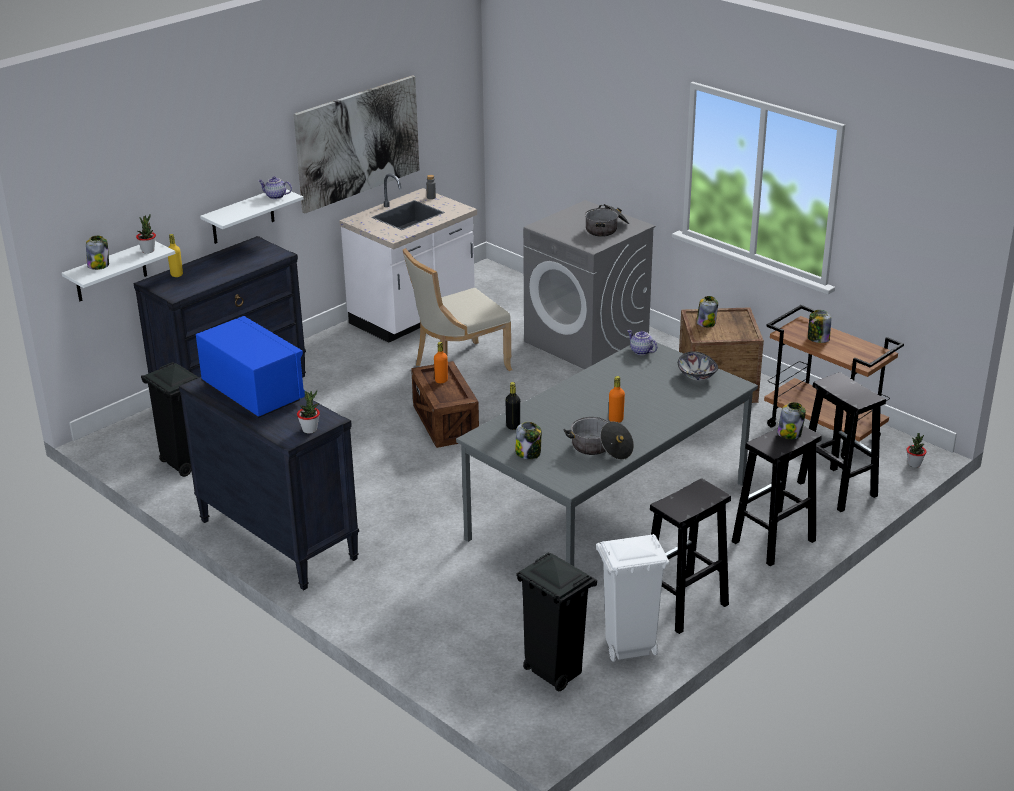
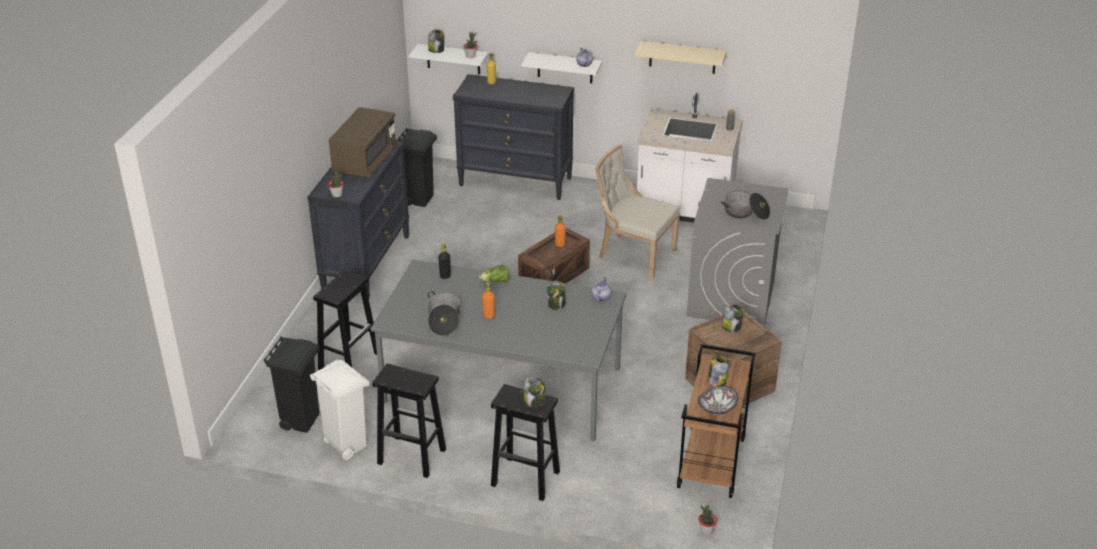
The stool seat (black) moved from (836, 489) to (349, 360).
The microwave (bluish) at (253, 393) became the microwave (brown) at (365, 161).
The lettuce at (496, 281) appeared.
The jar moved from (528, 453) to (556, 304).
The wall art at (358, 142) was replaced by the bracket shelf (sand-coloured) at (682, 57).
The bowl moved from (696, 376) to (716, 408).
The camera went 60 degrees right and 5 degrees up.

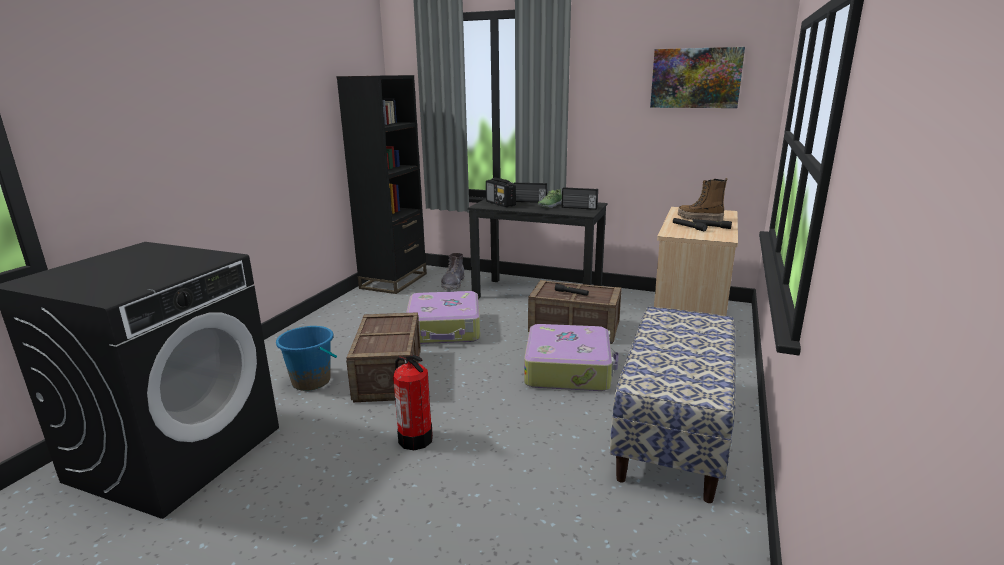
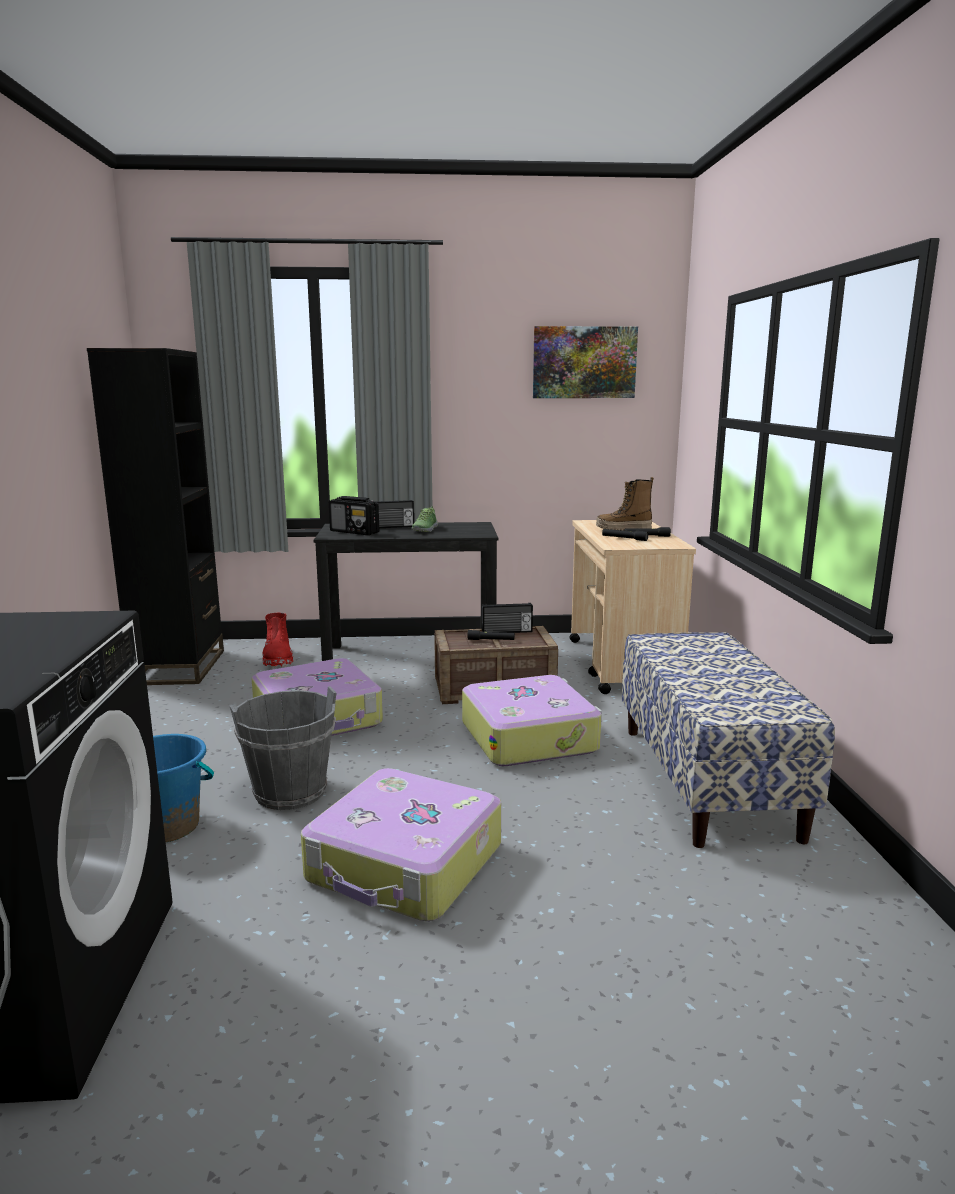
The crate at (389, 375) was replaced by the pail (gray) at (290, 792).
The boot (gray) at (453, 284) became the boot (red) at (278, 659).
The fire-fighting cylinder at (415, 439) was replaced by the piece of luggage at (405, 865).
The radio set moved from (579, 208) to (507, 631).
The camera went 25 degrees left and 5 degrees down.

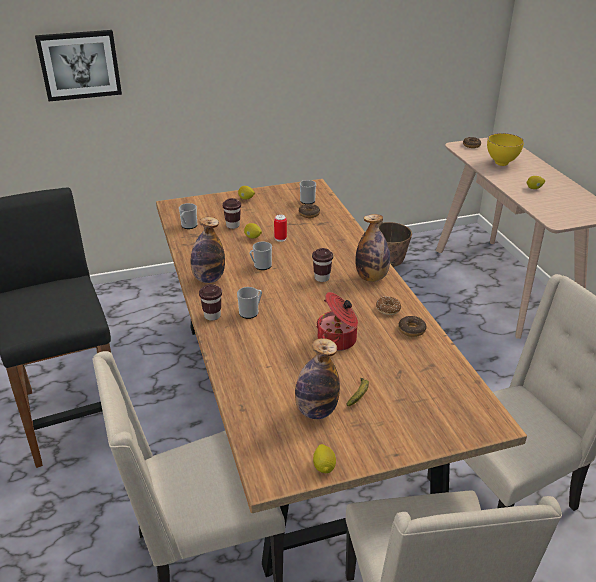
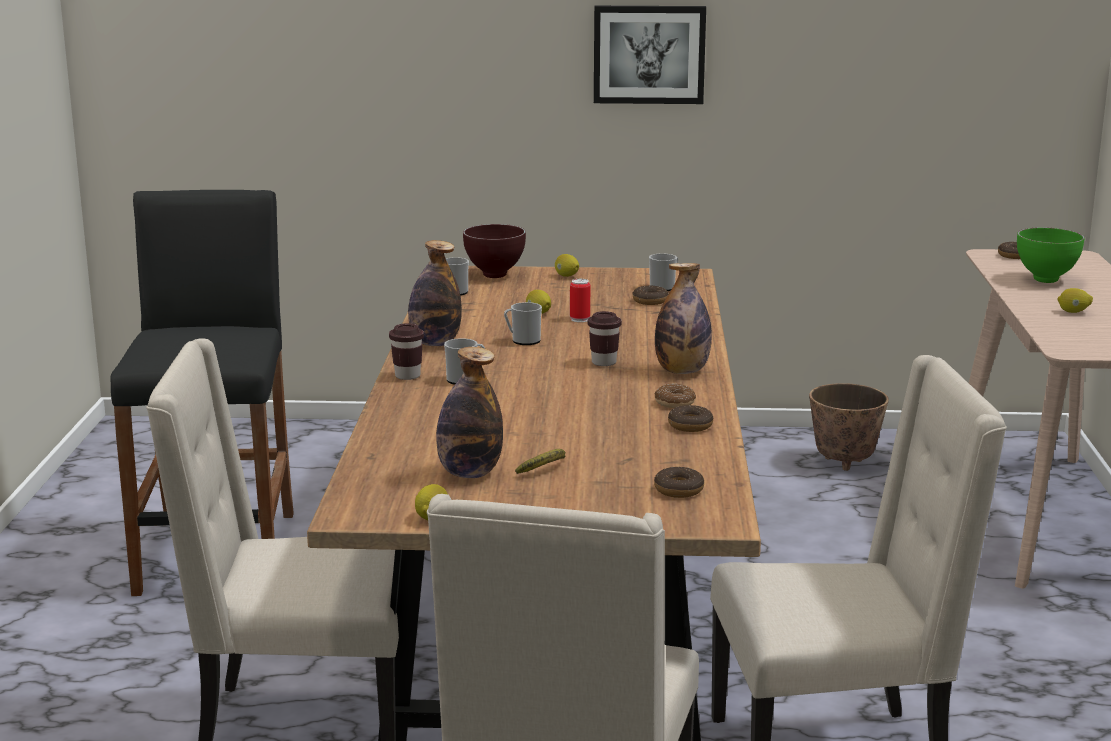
The bowl (brown) at (493, 275) appeared.
The wall art moved from (79, 65) to (649, 54).
The doughnut at (678, 490) appeared.
The bowl (yellow-coloured) at (501, 164) became the bowl (green-coloured) at (1044, 280).
The small cup (brown) at (233, 225) disappeared.
The saucepot at (338, 340) disappeared.
The camera went 20 degrees right and 15 degrees down.

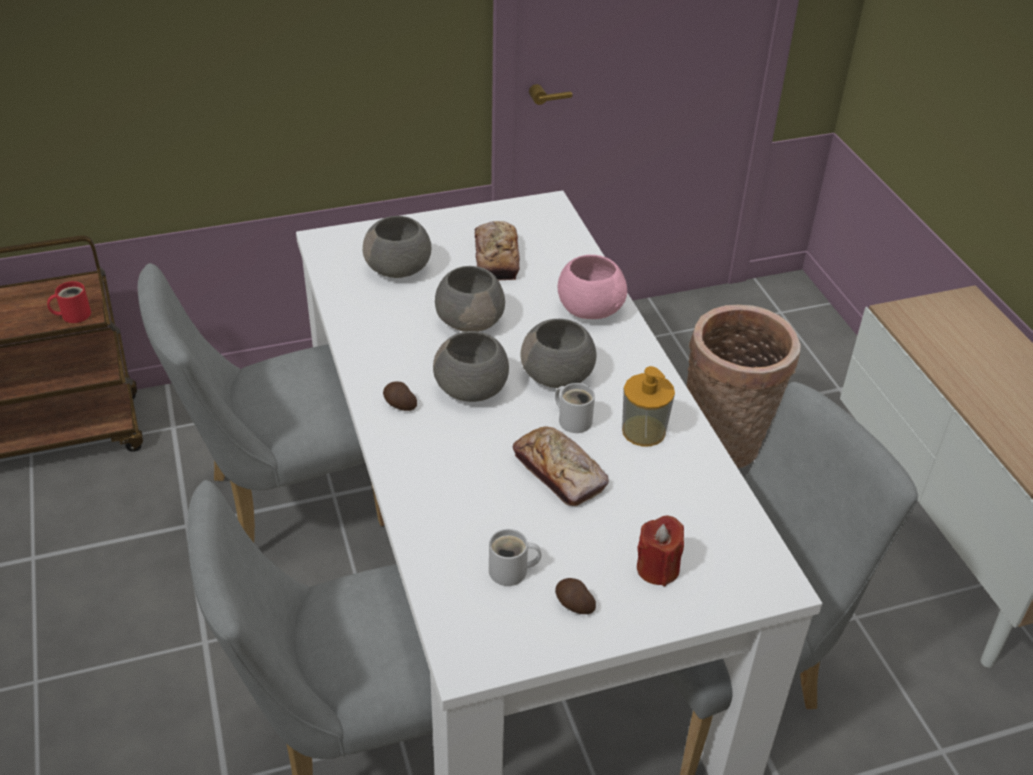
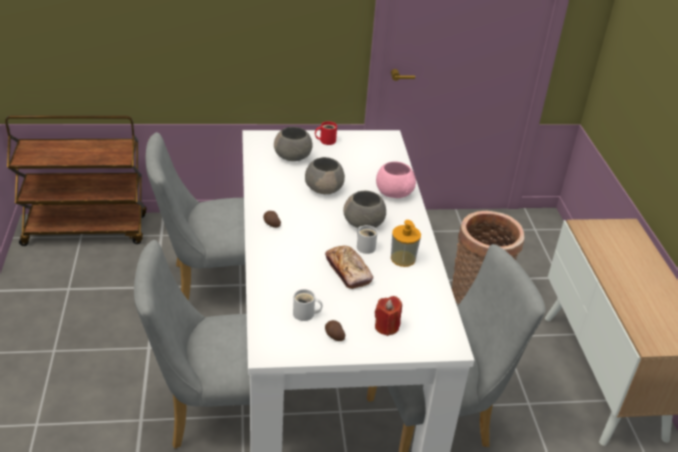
The mug (red) moved from (73, 314) to (326, 140).
The bowl (gray) at (472, 389) disappeared.
The bakery bread at (496, 258) disappeared.
The camera went 10 degrees right and 5 degrees down.

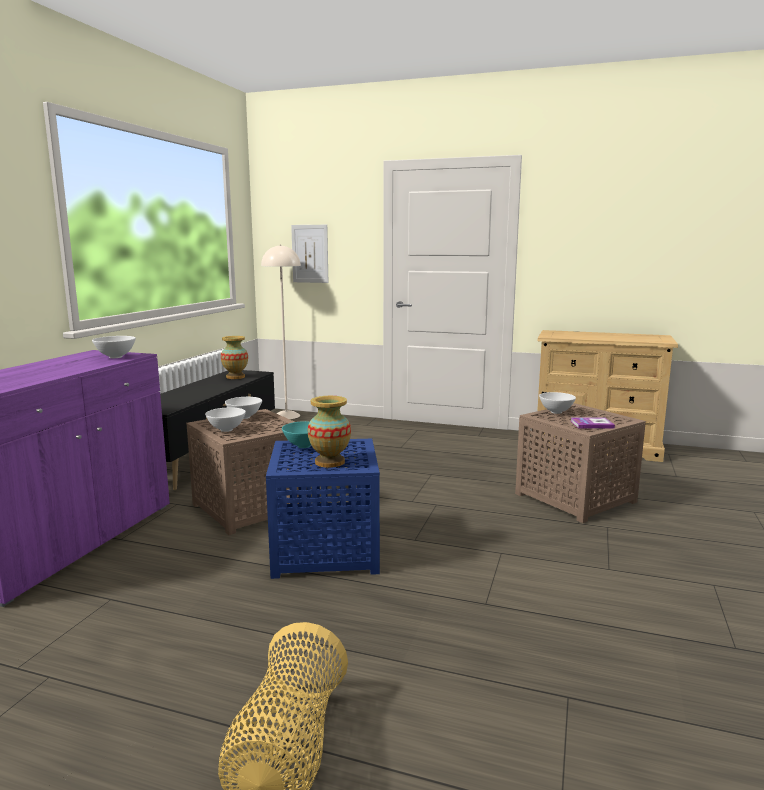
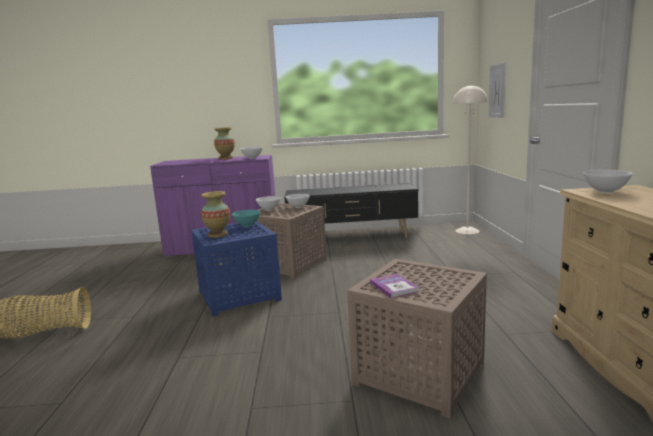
The flower vase moved from (235, 377) to (226, 158).
The bowl (white) moved from (556, 412) to (606, 192).
The camera went 70 degrees right and 0 degrees up.

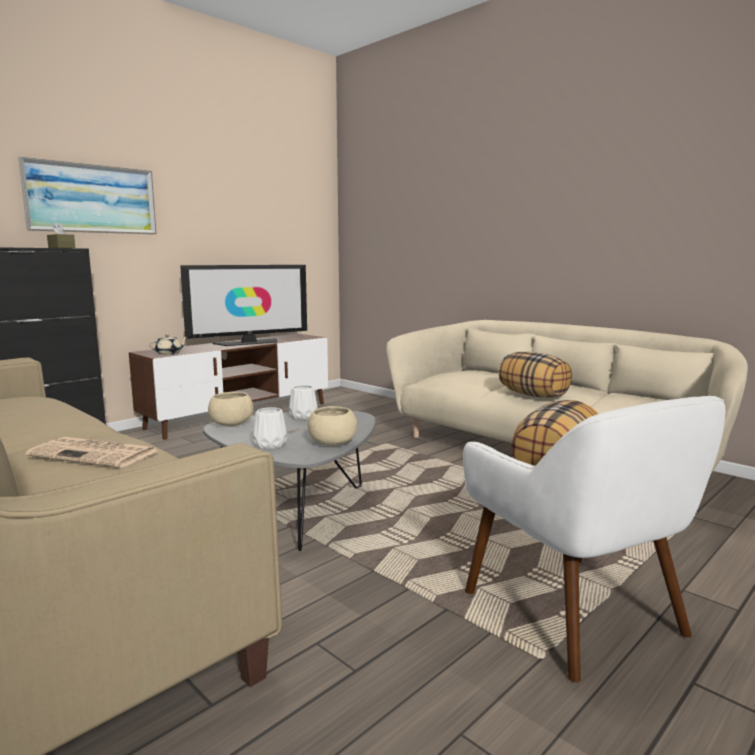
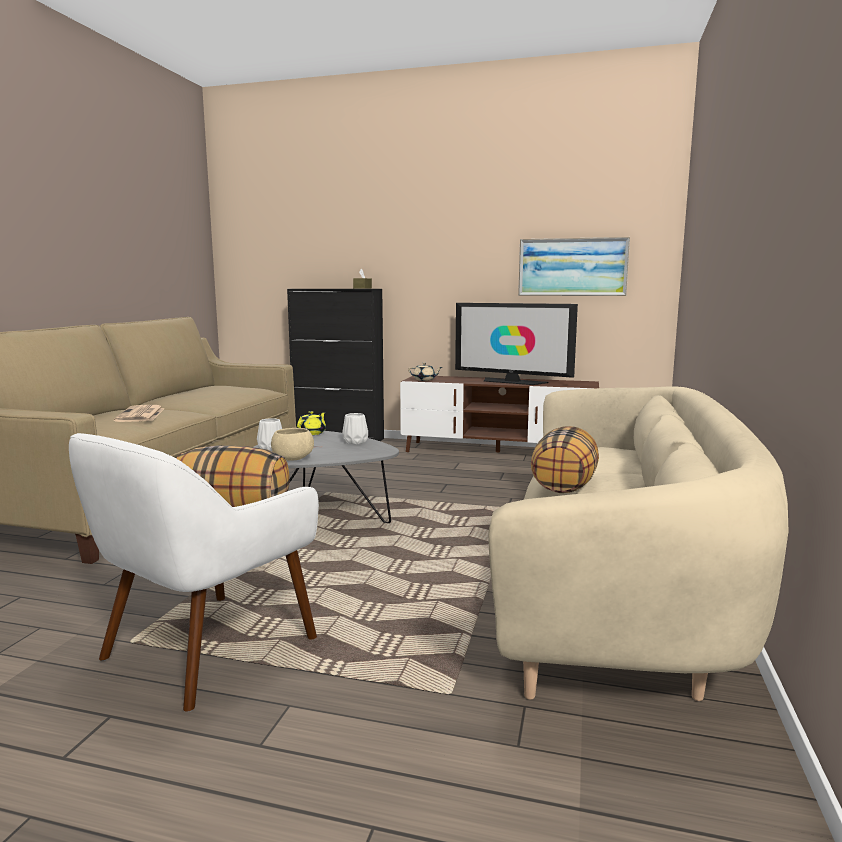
The bowl (sand-coloured) at (231, 424) was replaced by the teapot (yellow-coloured) at (312, 433).
The wall art moved from (92, 199) to (572, 267).
The camera went 60 degrees right and 0 degrees up.

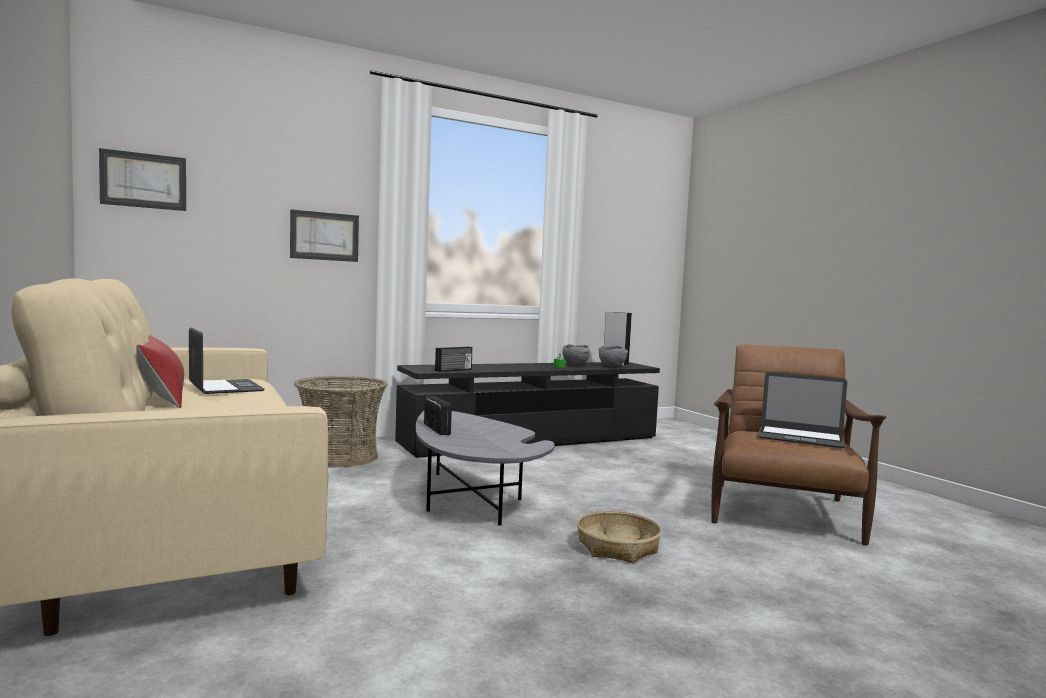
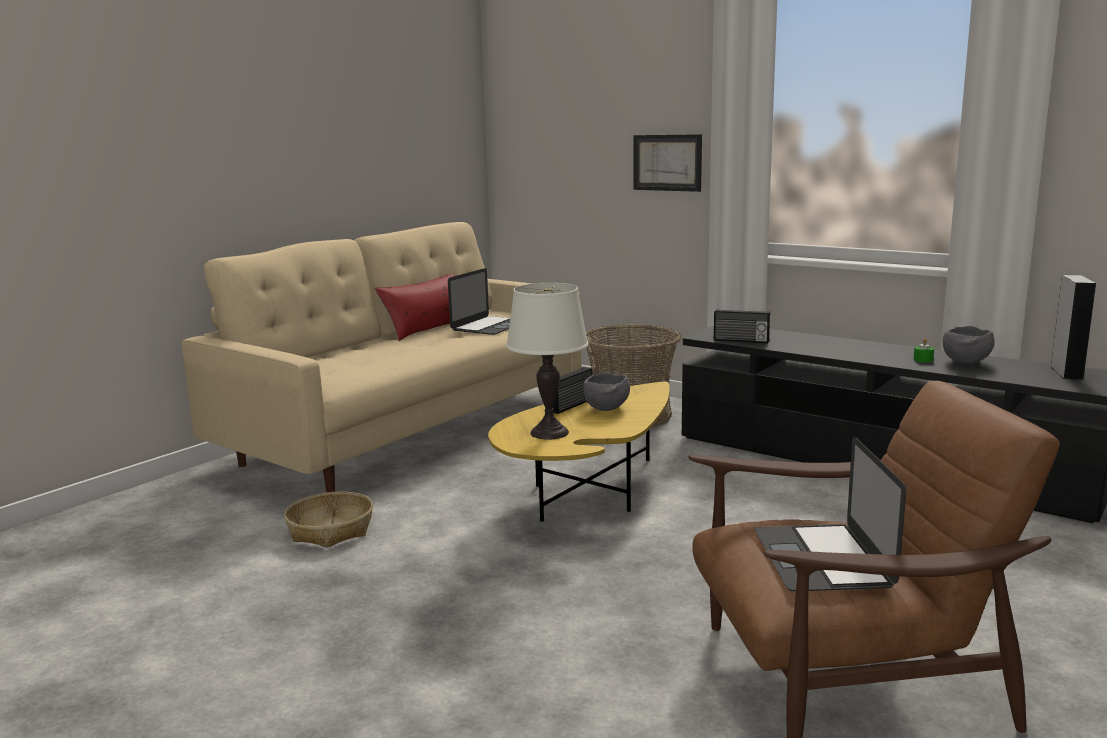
The household basket moved from (617, 547) to (331, 530).
The coffee table (gray) at (469, 501) became the coffee table (yellow-coloured) at (588, 493).
The tabletop lamp (white) at (549, 433) appeared.
The bowl (gray) moved from (612, 366) to (607, 409).
The wall art at (144, 180) disappeared.
The camera went 65 degrees right and 10 degrees up.

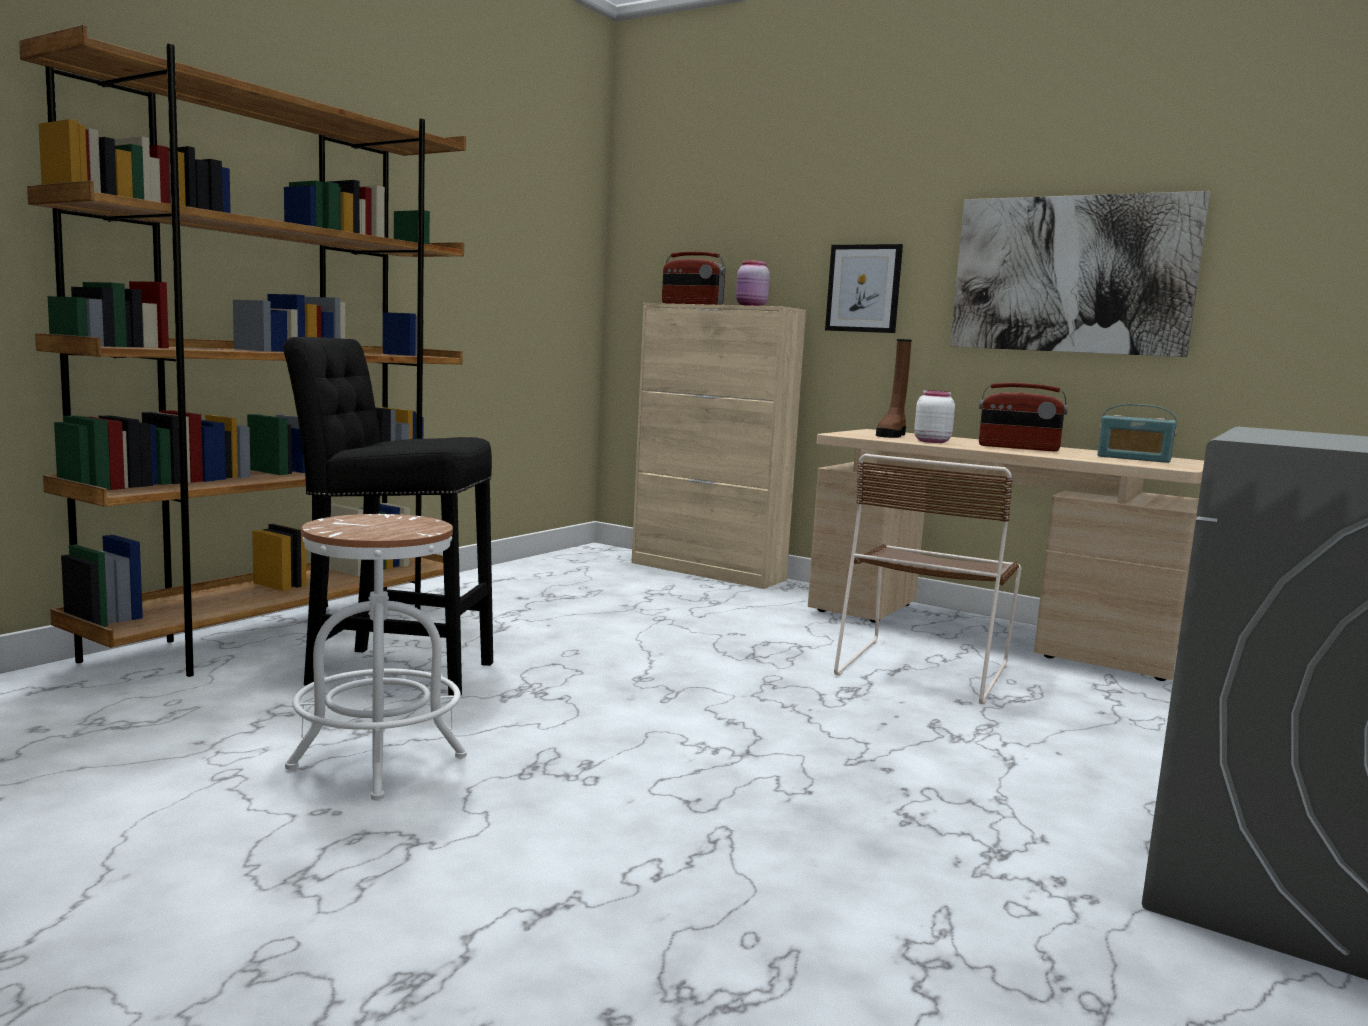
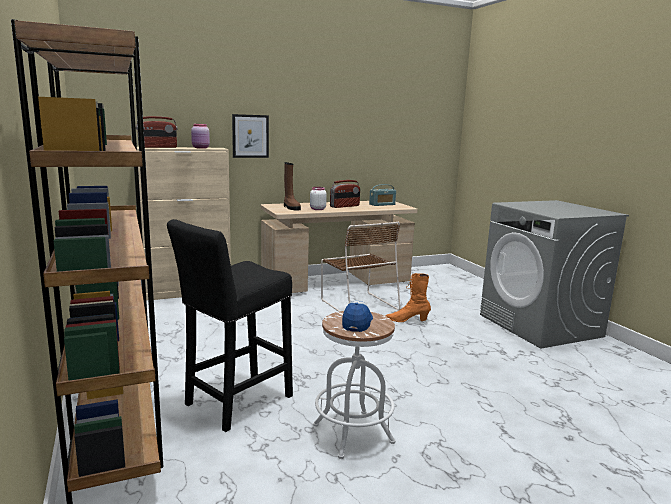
The baseball cap at (357, 322) appeared.
The boot (orange) at (407, 320) appeared.
The wall art at (1071, 274) disappeared.
The camera went 55 degrees left and 5 degrees up.

